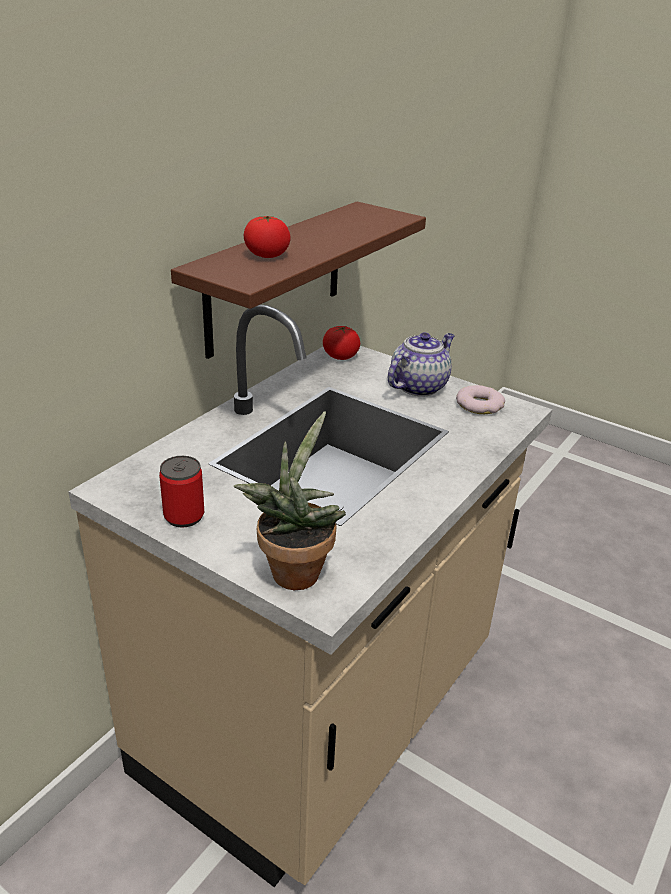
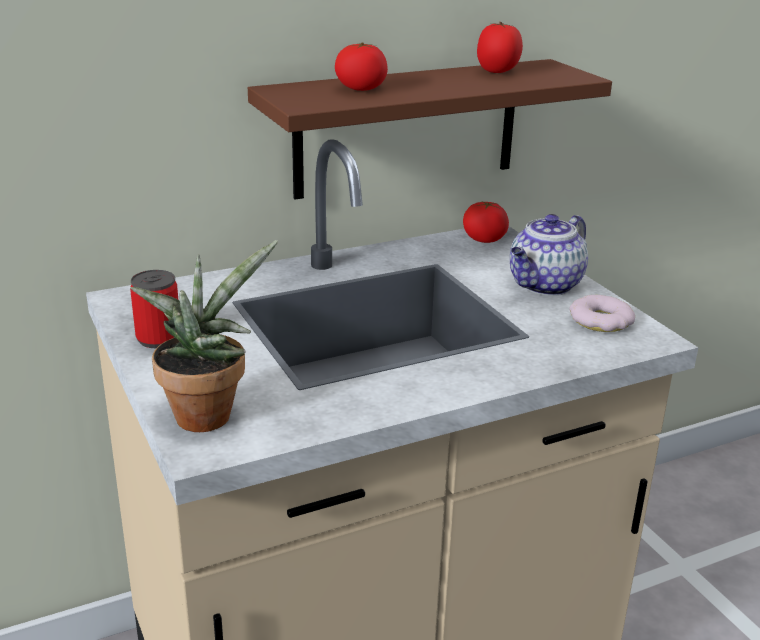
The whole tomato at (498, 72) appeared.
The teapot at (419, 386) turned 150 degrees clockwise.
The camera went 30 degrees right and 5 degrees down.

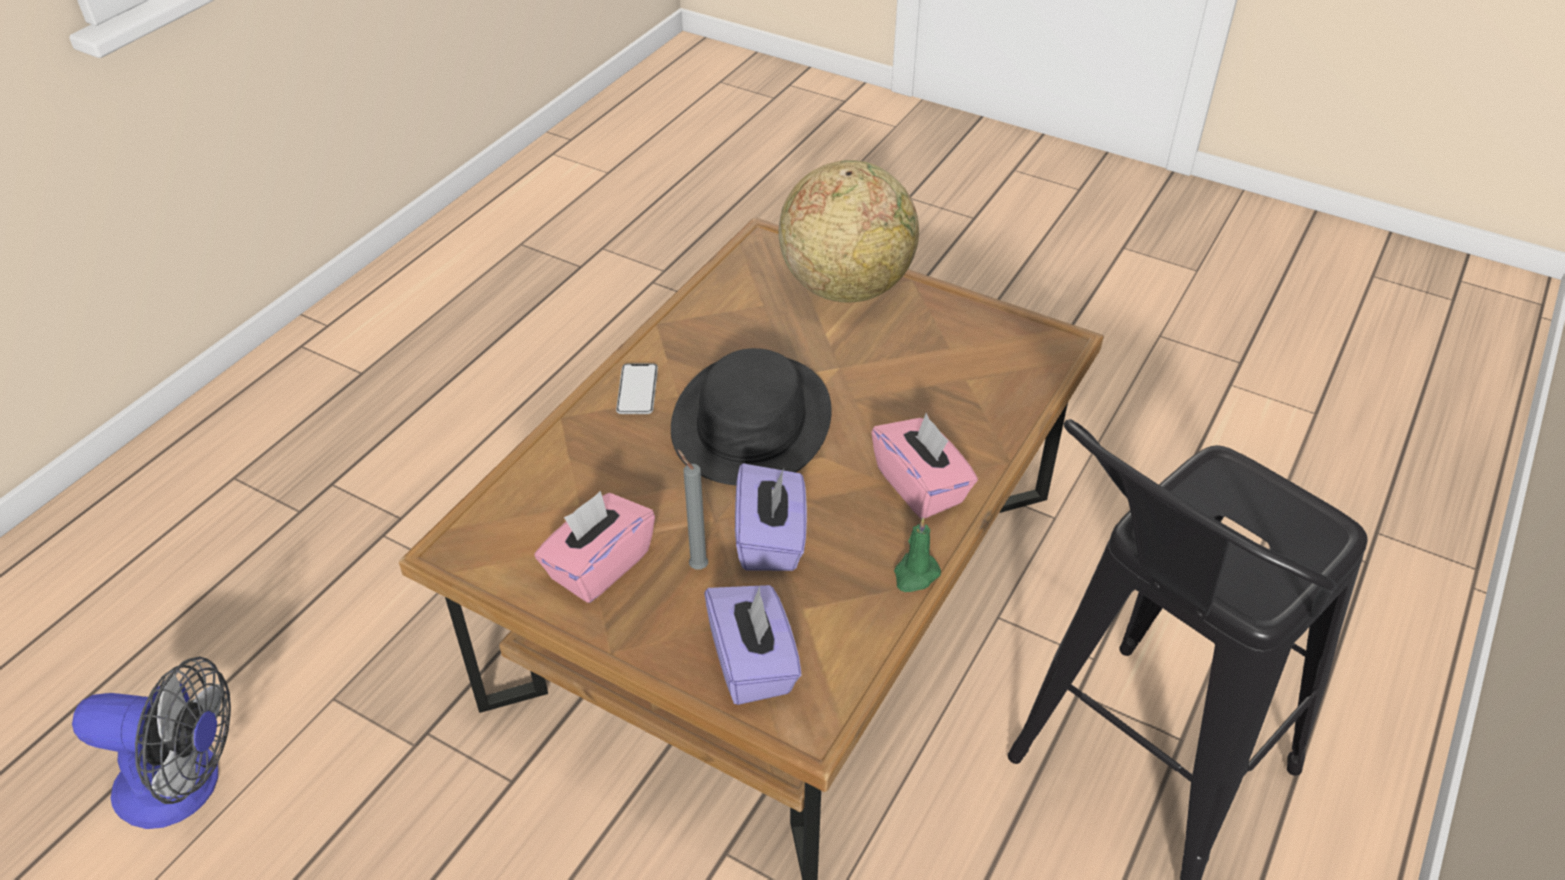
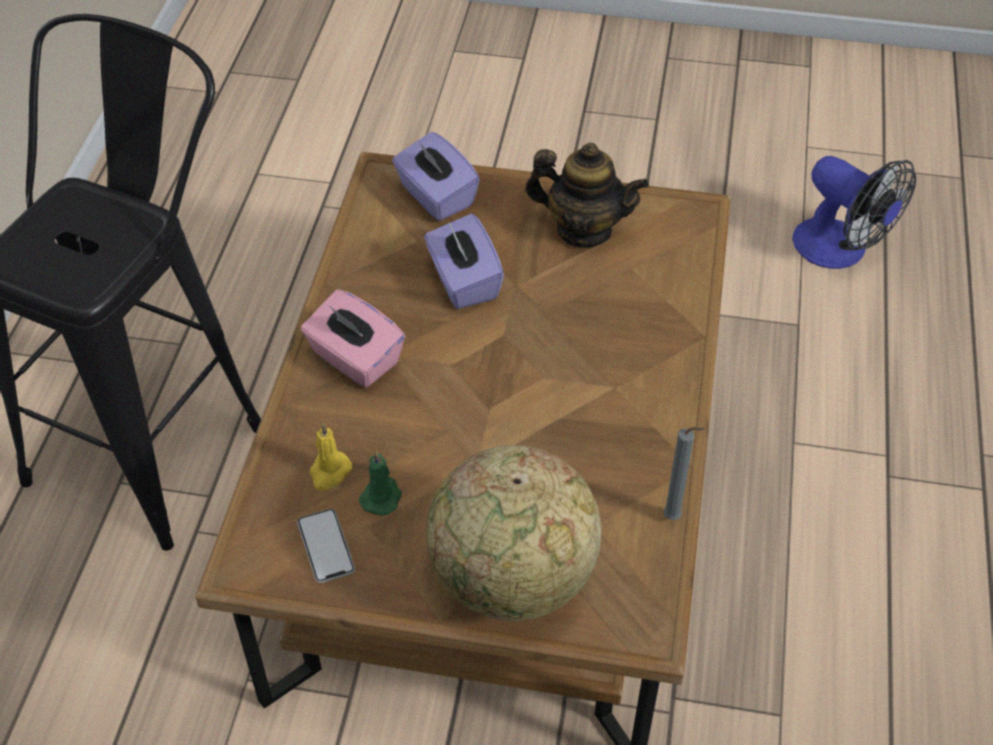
The phone moved from (637, 390) to (326, 546).
The wax candle (yellow-coloured) at (329, 472) appeared.
The wax candle (green-coloured) moved from (915, 575) to (382, 496).
The box of tissues (pink-coloured) at (599, 566) was replaced by the teapot at (583, 230).
The wax candle (gray) moved from (696, 565) to (674, 518).
The fan at (185, 786) turned 120 degrees counterclockwise.
The wearable hat (black) at (751, 421) disappeared.
The camera went 160 degrees right and 5 degrees up.

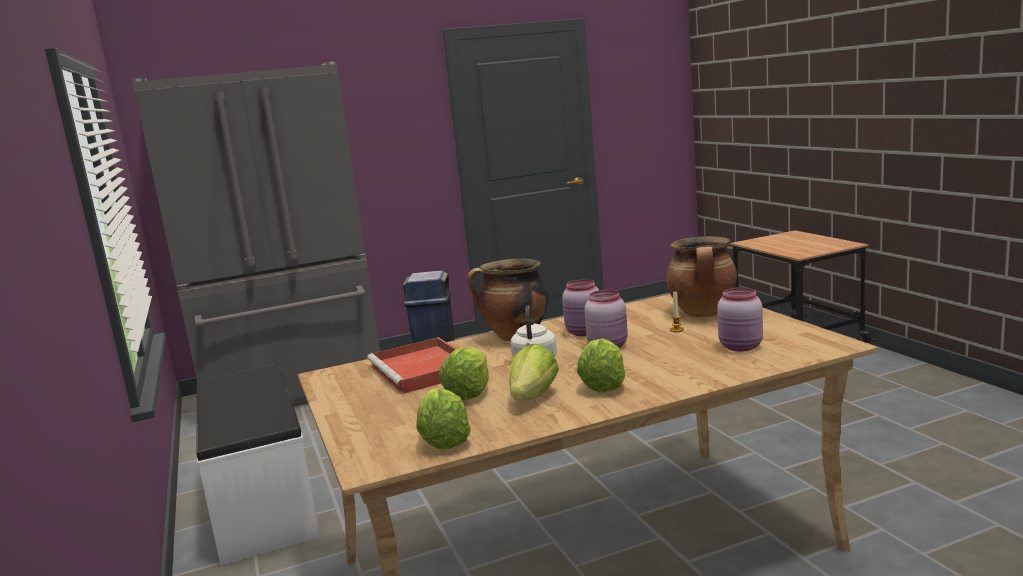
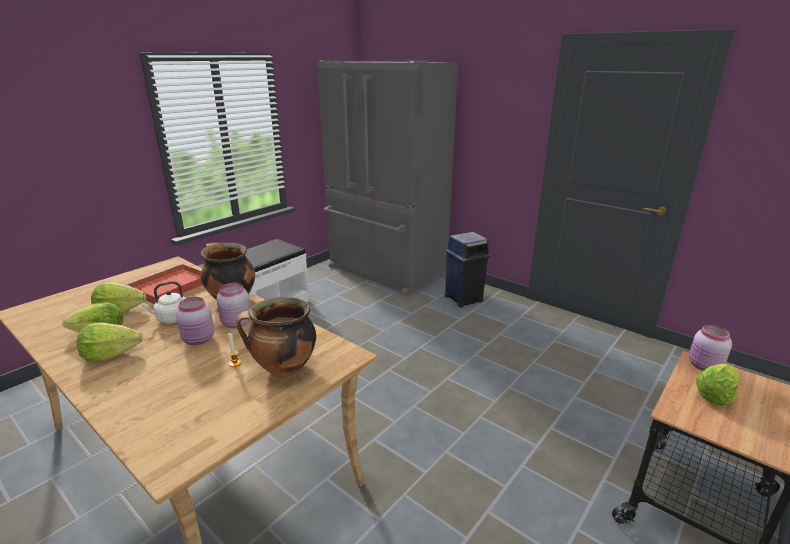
The jar (pink-coloured) moved from (741, 347) to (704, 366).
The lettuce moved from (444, 439) to (714, 395).
The camera went 60 degrees right and 10 degrees up.

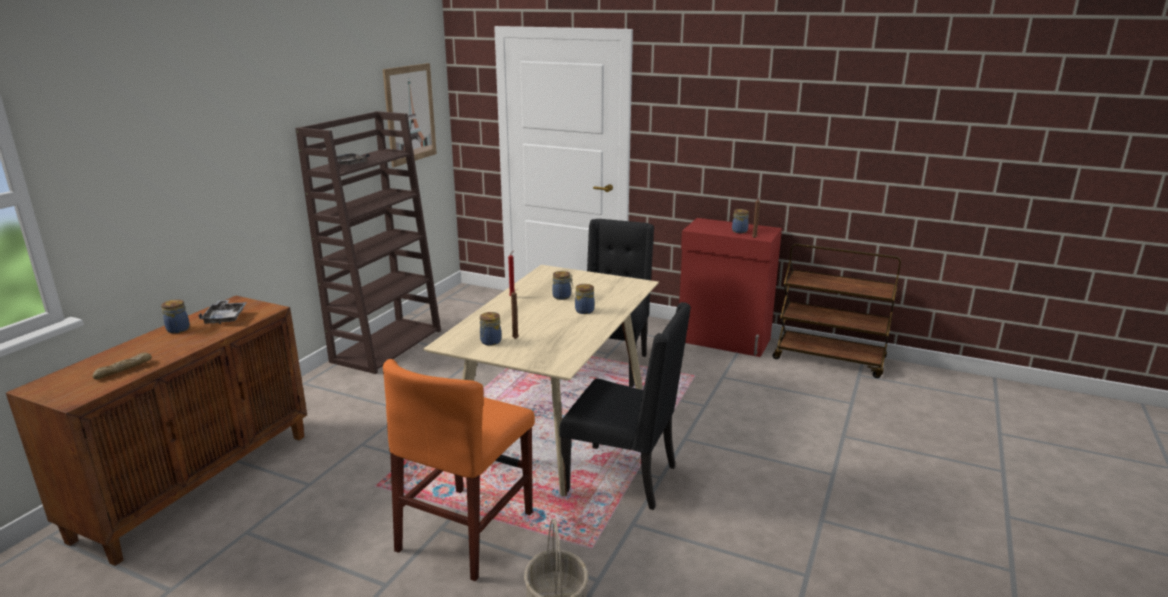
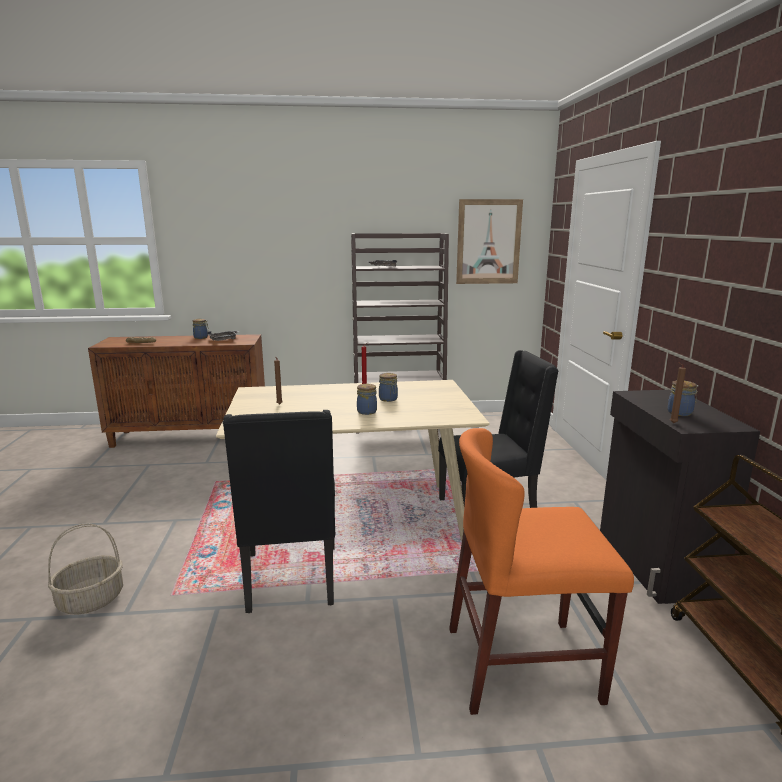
The plain chair (orange) moved from (466, 531) to (522, 664).
The cupboard (red) at (724, 340) became the cupboard (black) at (654, 564).
The jar at (490, 342) disappeared.
The camera went 60 degrees right and 5 degrees down.

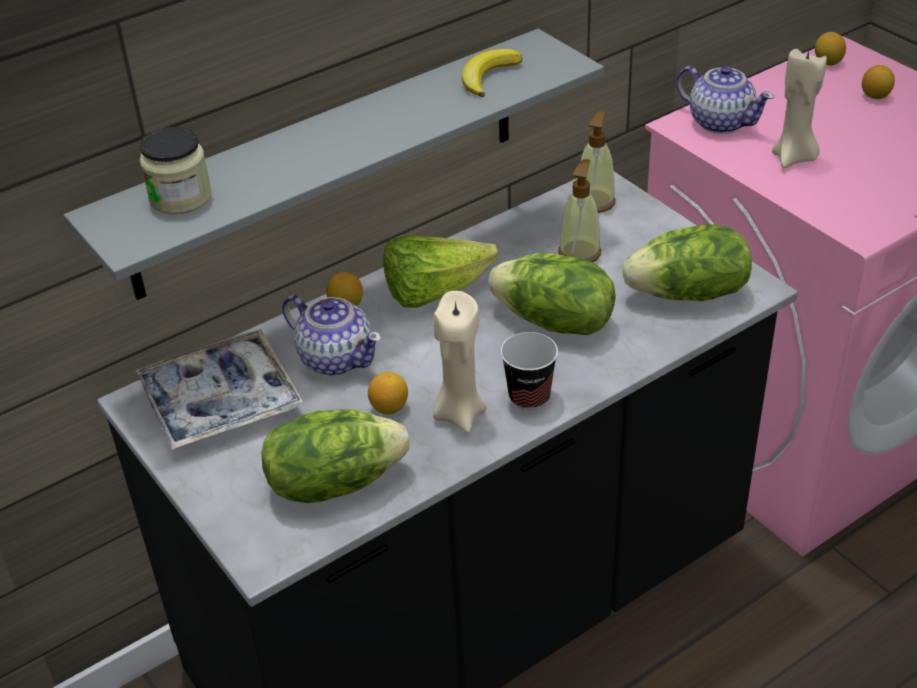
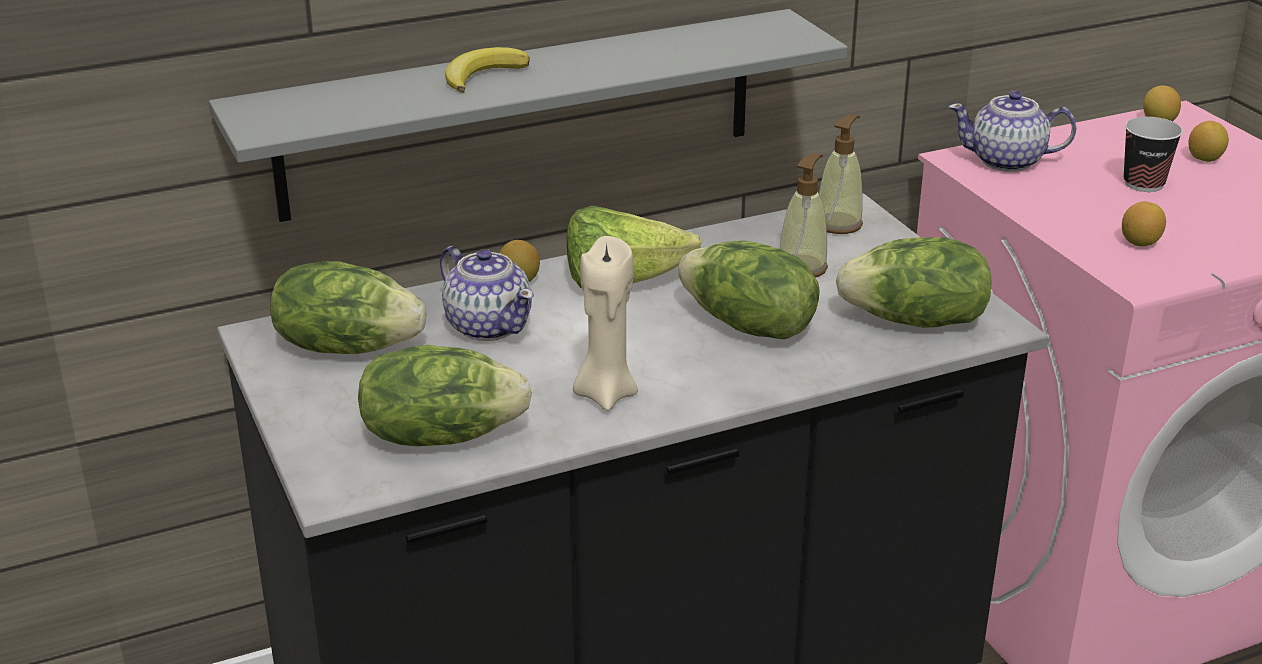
The tray at (220, 401) was replaced by the lettuce at (347, 346).
The banana moved from (488, 76) to (482, 75).
The teapot at (720, 122) turned 135 degrees clockwise.
The whole lemon moved from (389, 407) to (1140, 243).
The small cup moved from (529, 397) to (1143, 184).
The jar at (180, 197) disappeared.
The wax candle (sand-coloured) at (794, 158) disappeared.
The camera went 10 degrees right and 10 degrees down.

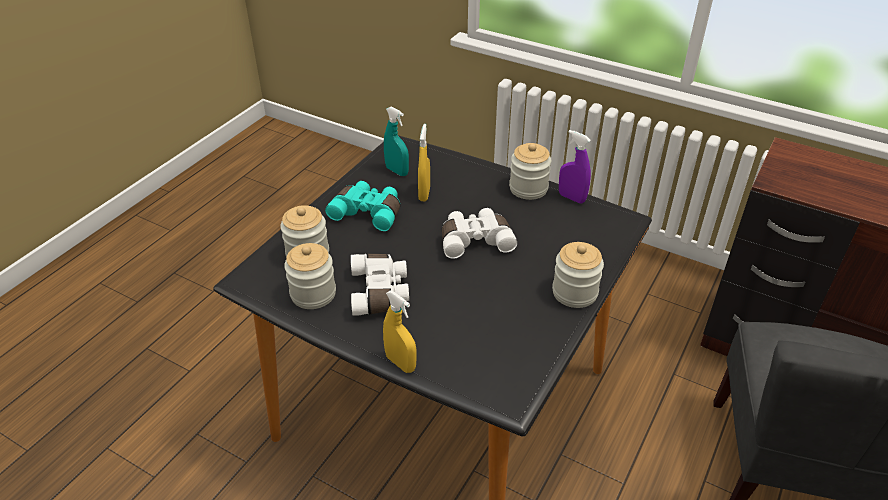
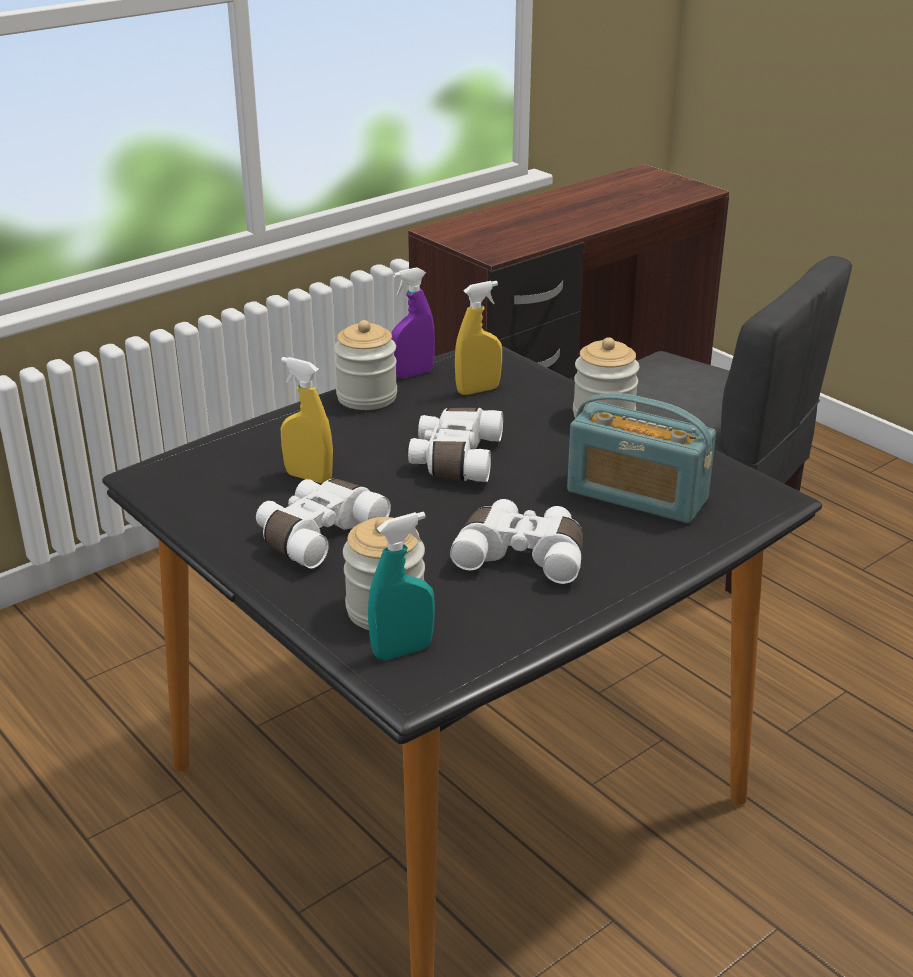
The pair of binoculars (blue-green) at (368, 212) became the pair of binoculars (white) at (316, 534).
The hand sprayer (blue-green) moved from (397, 171) to (402, 650).
The hand sprayer (yellow-coloured) moved from (400, 363) to (478, 390).
The radio set at (637, 496) appeared.
The jar at (313, 294) disappeared.
The camera went 70 degrees left and 10 degrees down.

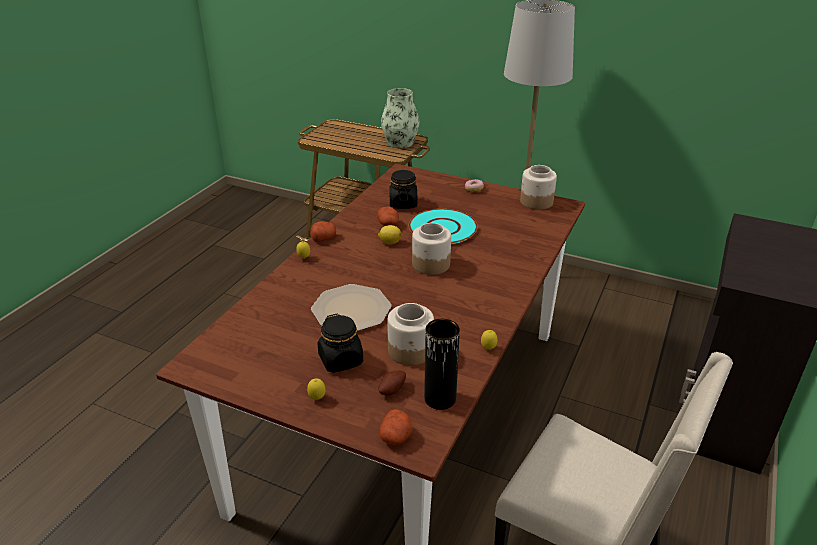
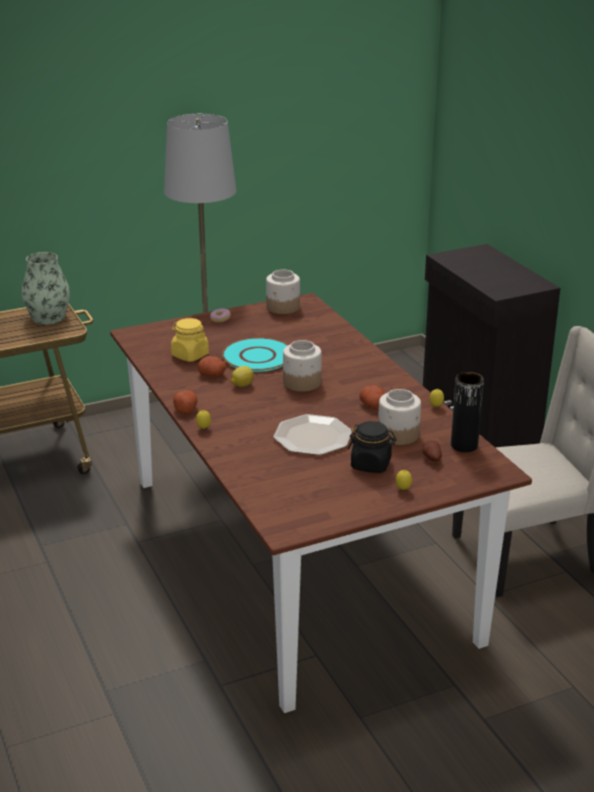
The jar (black) at (403, 203) became the jar (yellow-coloured) at (190, 355).
The spud moved from (396, 437) to (374, 405).
The camera went 50 degrees left and 5 degrees down.

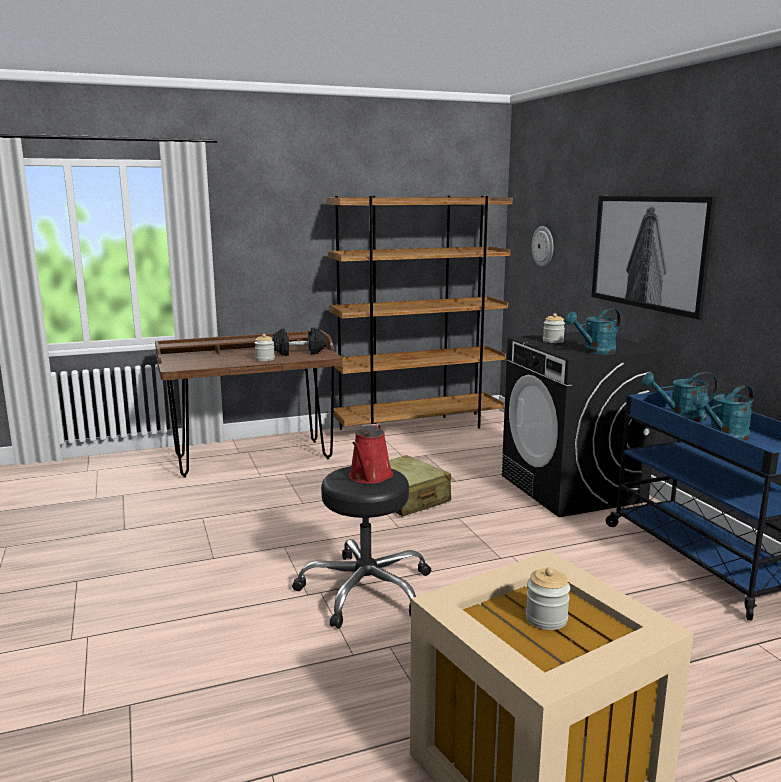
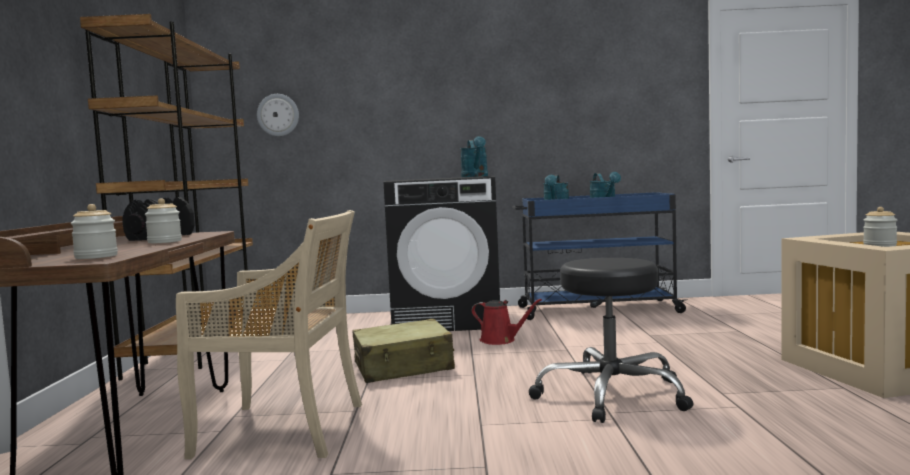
The jar moved from (553, 341) to (96, 257).
The plain chair (sand-coloured) at (284, 430) appeared.
The sprinkling can (red) moved from (369, 477) to (500, 340).
The wall art at (649, 252) disappeared.
The camera went 70 degrees left and 10 degrees down.

